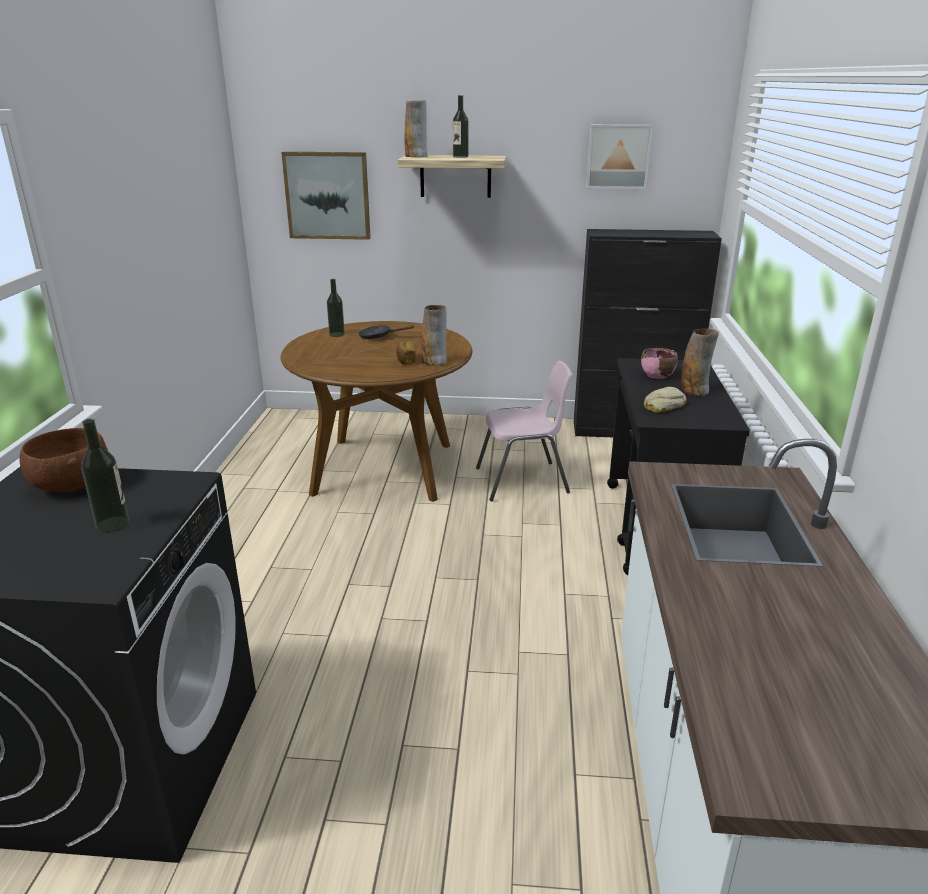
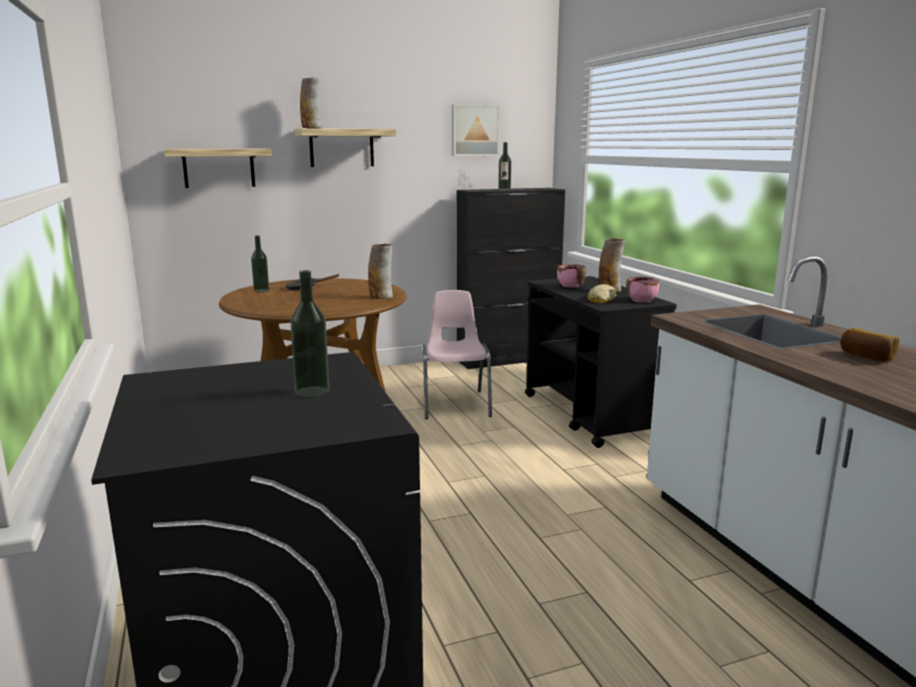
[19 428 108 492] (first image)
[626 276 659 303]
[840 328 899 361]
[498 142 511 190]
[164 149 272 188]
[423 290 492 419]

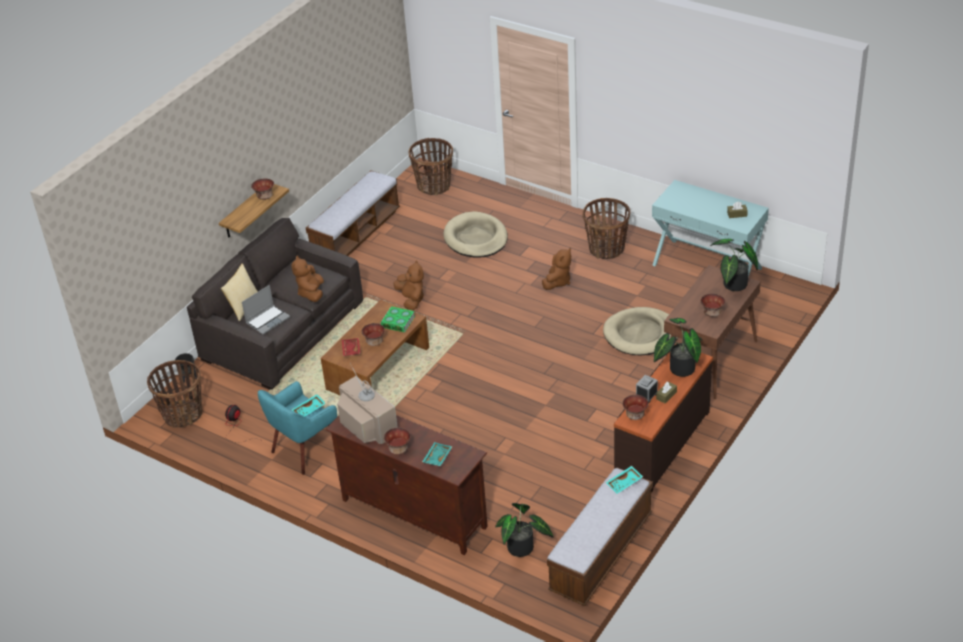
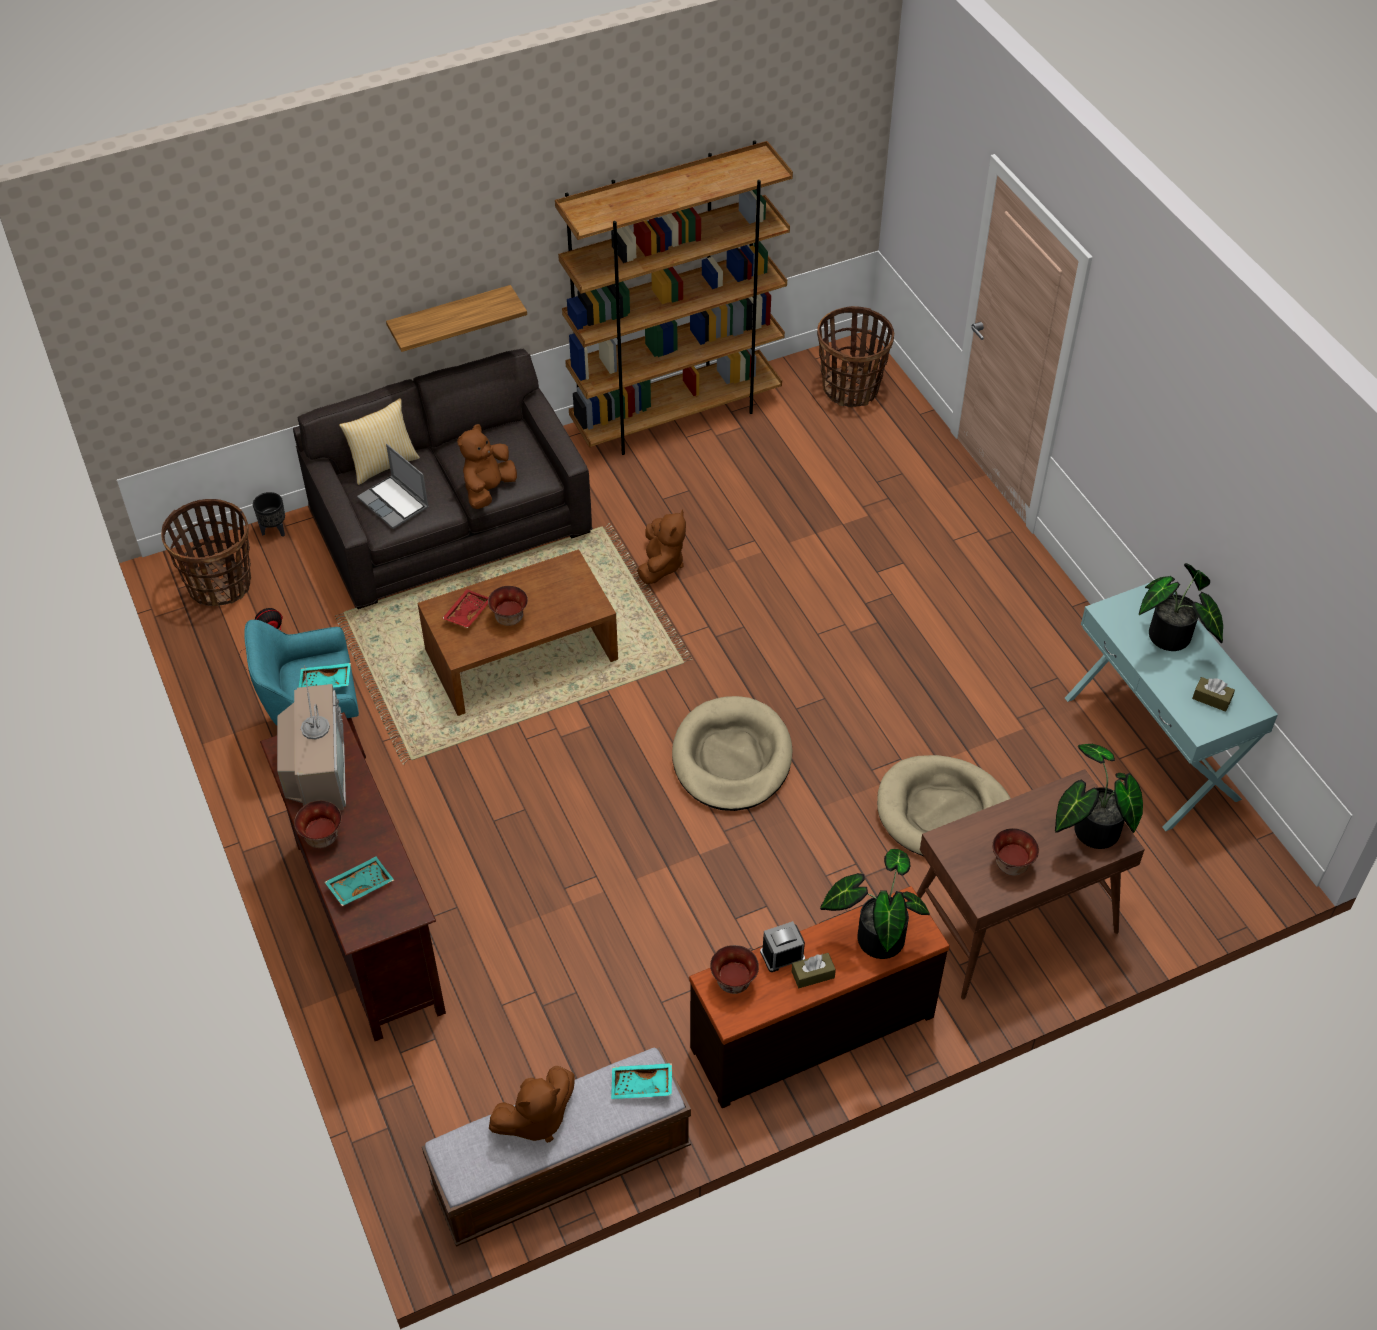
[251 179 274 200] (first image)
[381 306 415 332] (first image)
[583 198 631 259] (first image)
[672 696 792 811]
[1139 563 1223 651]
[489 1066 574 1143]
[555 140 793 455]
[357 444 429 529]

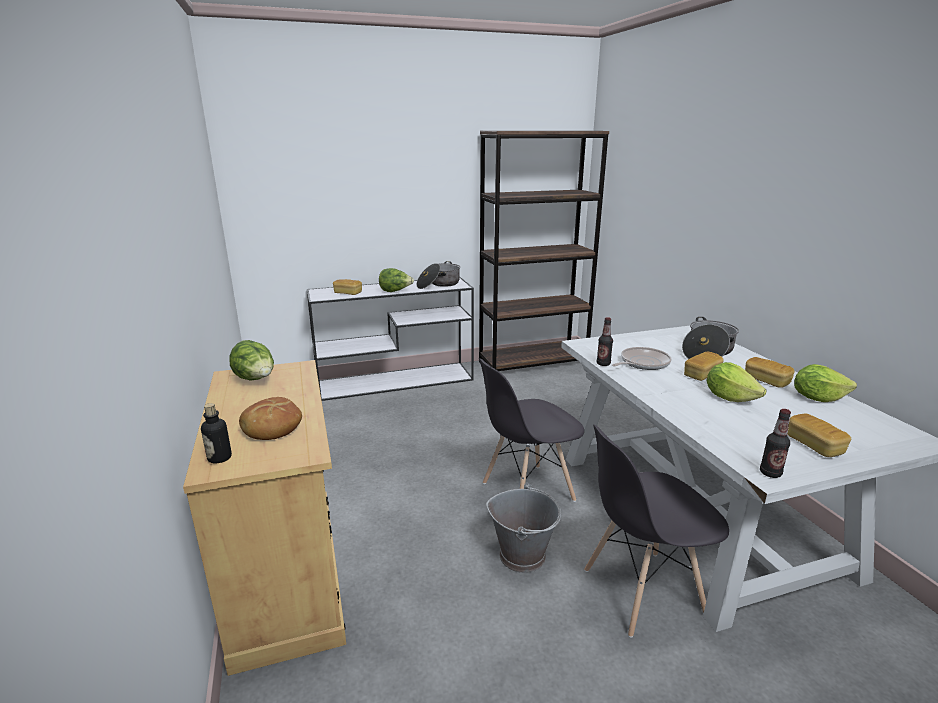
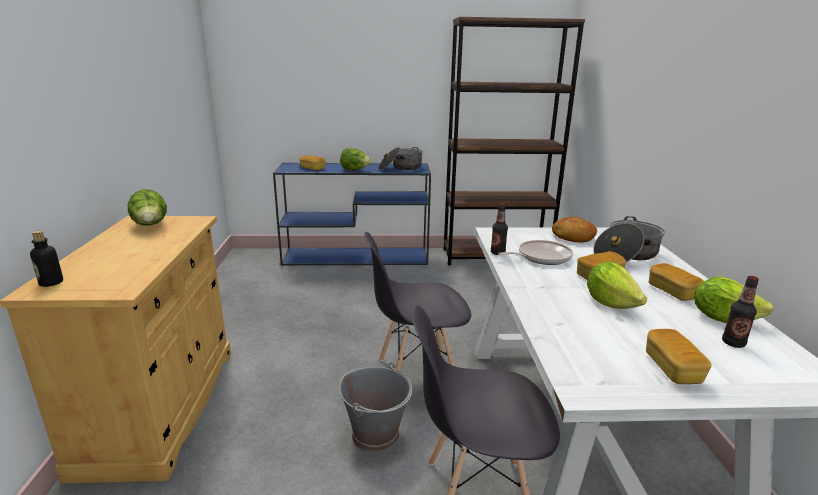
[552 217 597 242]
[722 276 759 348]
[273 163 431 265]

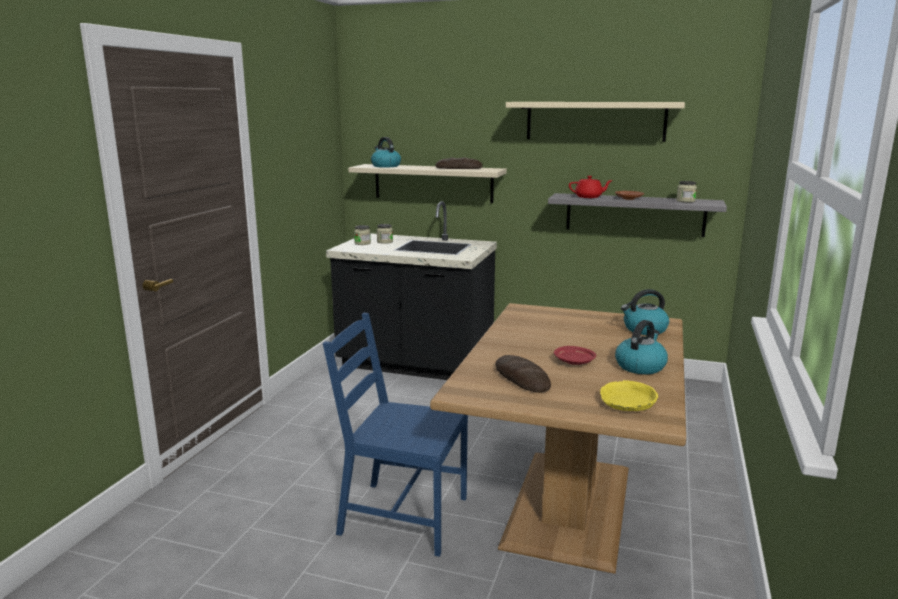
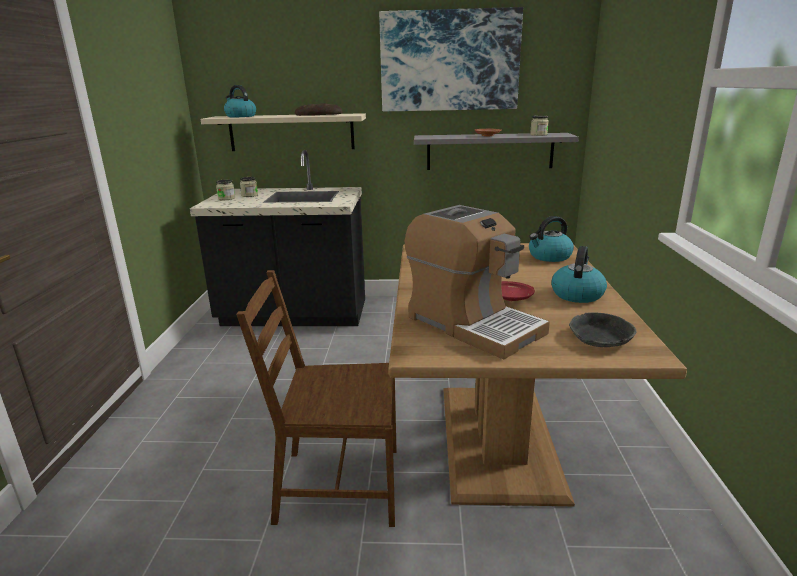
[569 176 613 198] (first image)
[405 205 550 359]
[379 7 523 111]
[236 270 396 527]
[569 312 637 347]

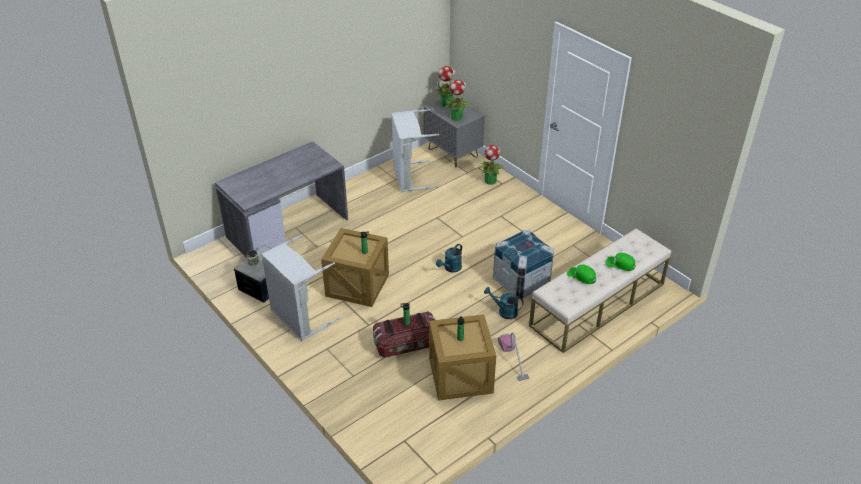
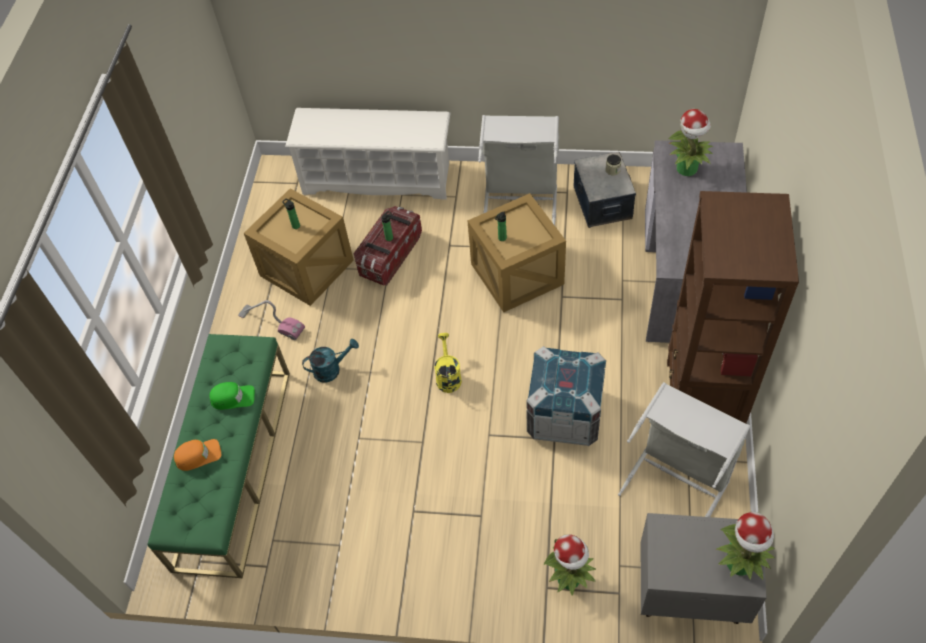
[285 108 451 200]
[667 191 799 424]
[668 109 713 176]
[526 346 606 446]
[434 333 462 393]
[147 334 290 578]
[174 439 221 471]

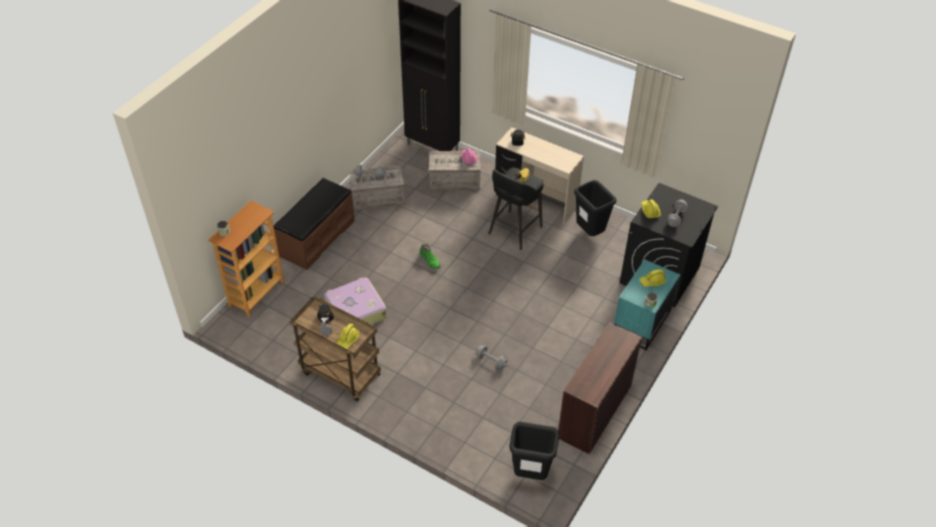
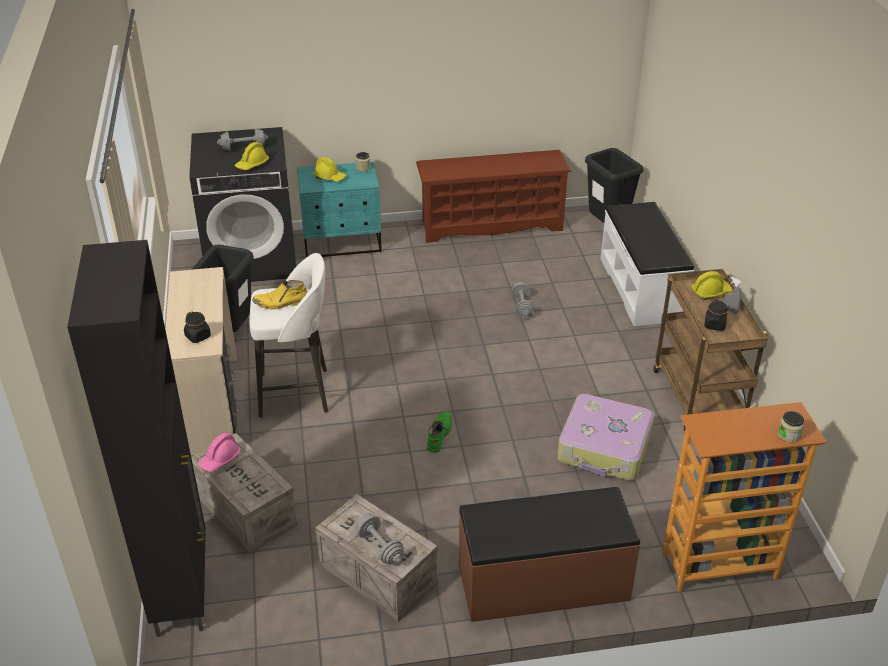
[600 202 694 326]
[416 150 571 243]
[249 253 328 418]

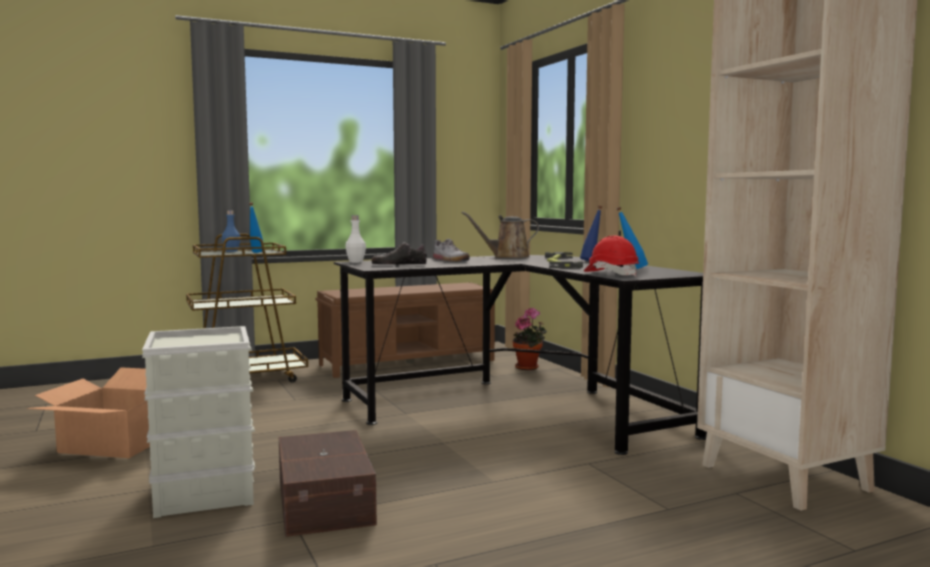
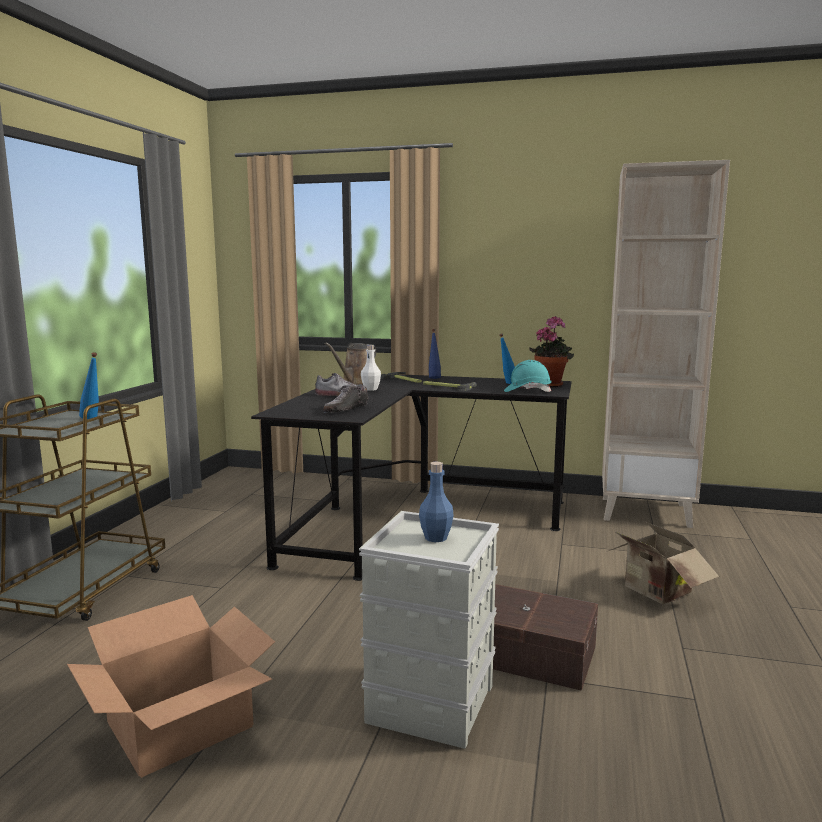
[316 282 495 378] (first image)
[609 522 719 604]
[419 462 453 542]
[361 345 381 391]
[529 316 574 387]
[504 360 551 392]

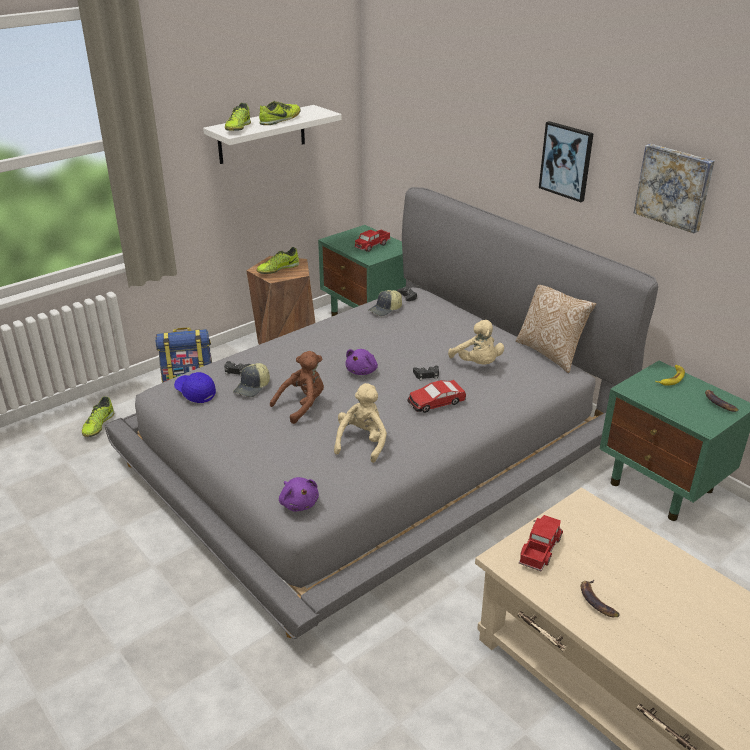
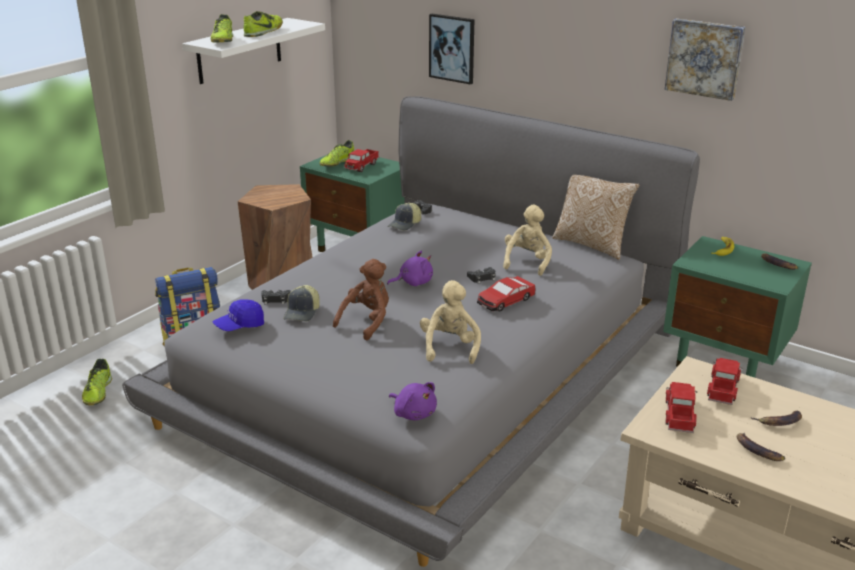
[707 358 742 405]
[750 411 802 426]
[320 140 355 167]
[429 14 474 84]
[213 299 264 331]
[387 251 433 286]
[503 205 552 276]

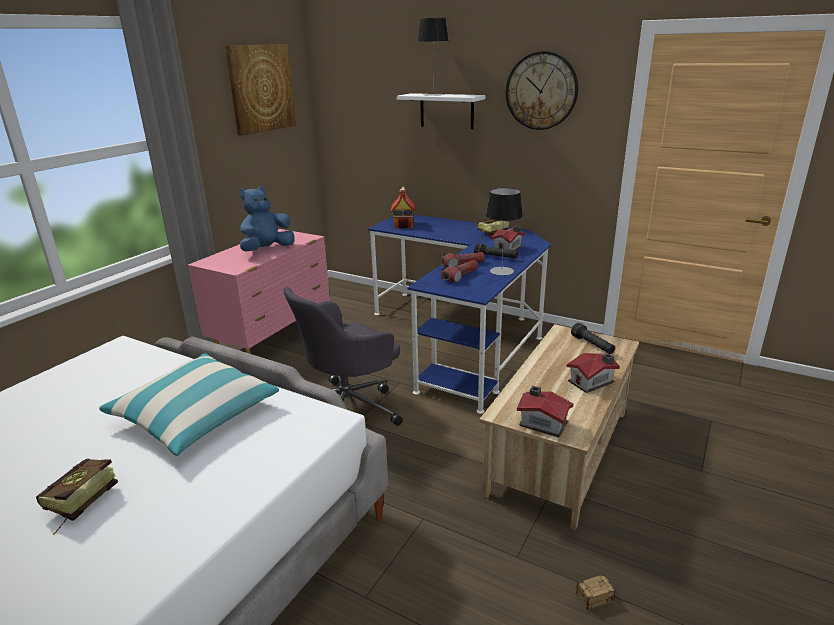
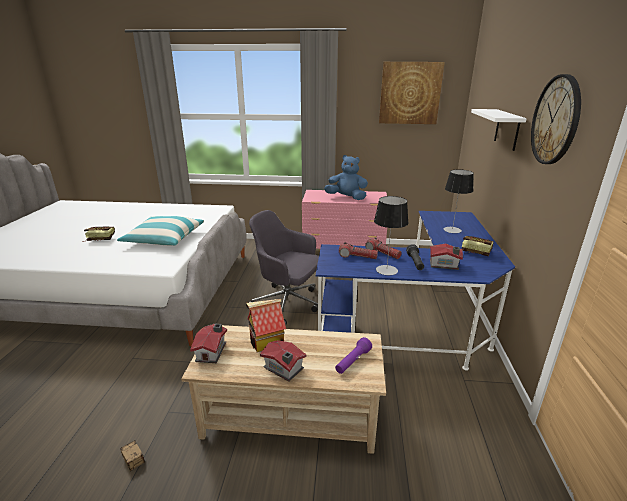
[246 299 286 352]
[444 169 474 233]
[335 337 372 374]

